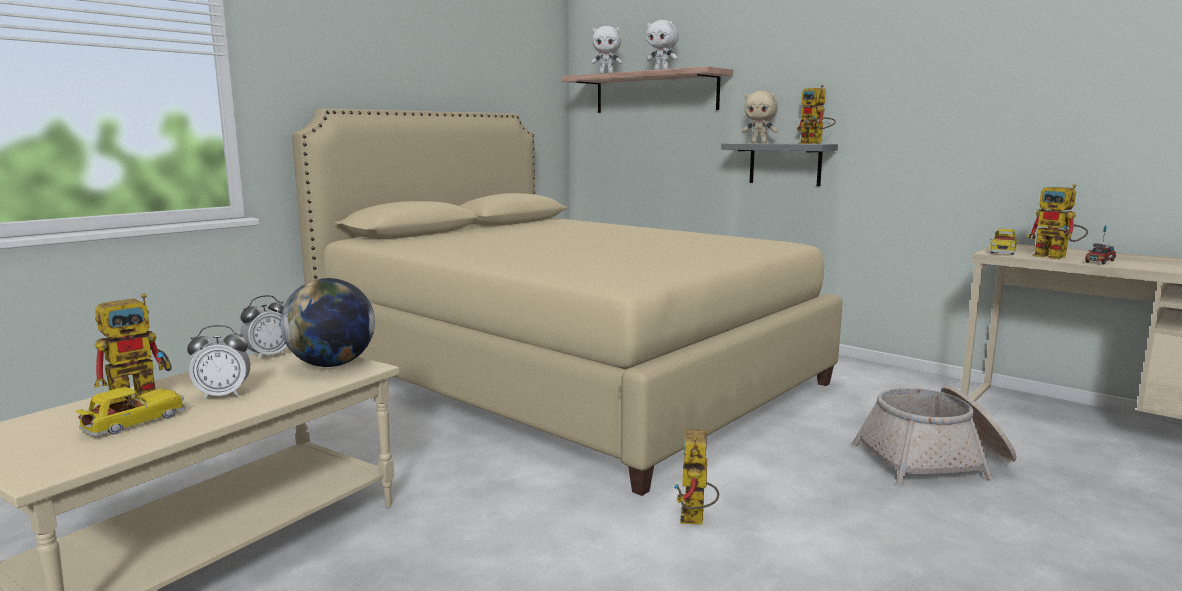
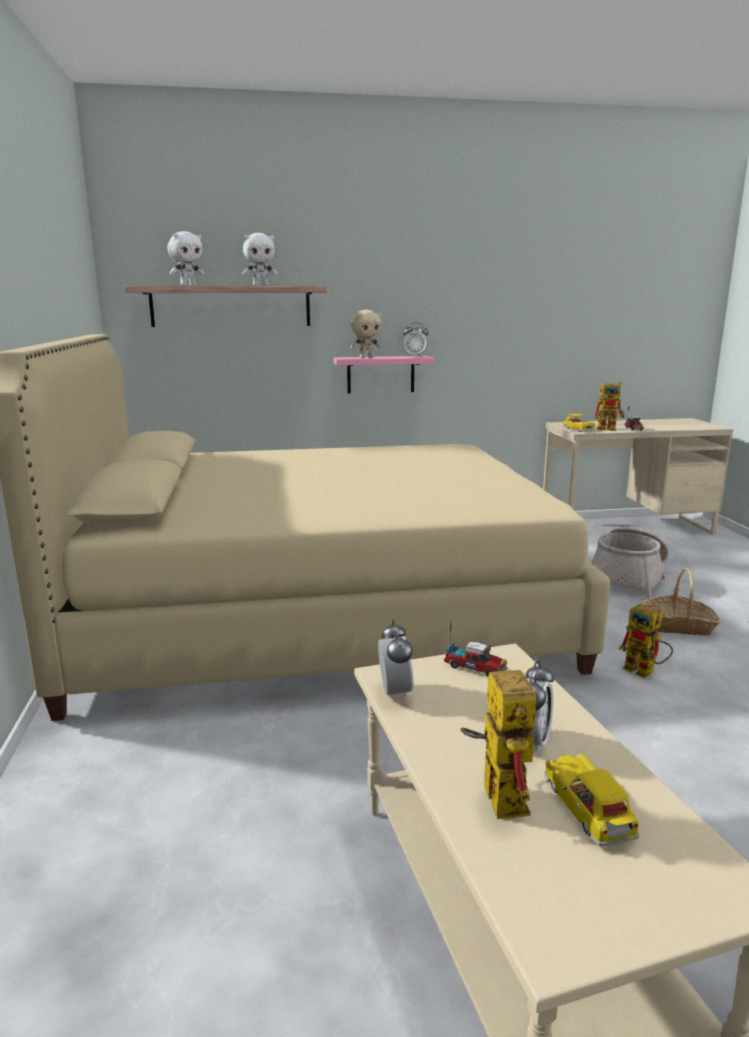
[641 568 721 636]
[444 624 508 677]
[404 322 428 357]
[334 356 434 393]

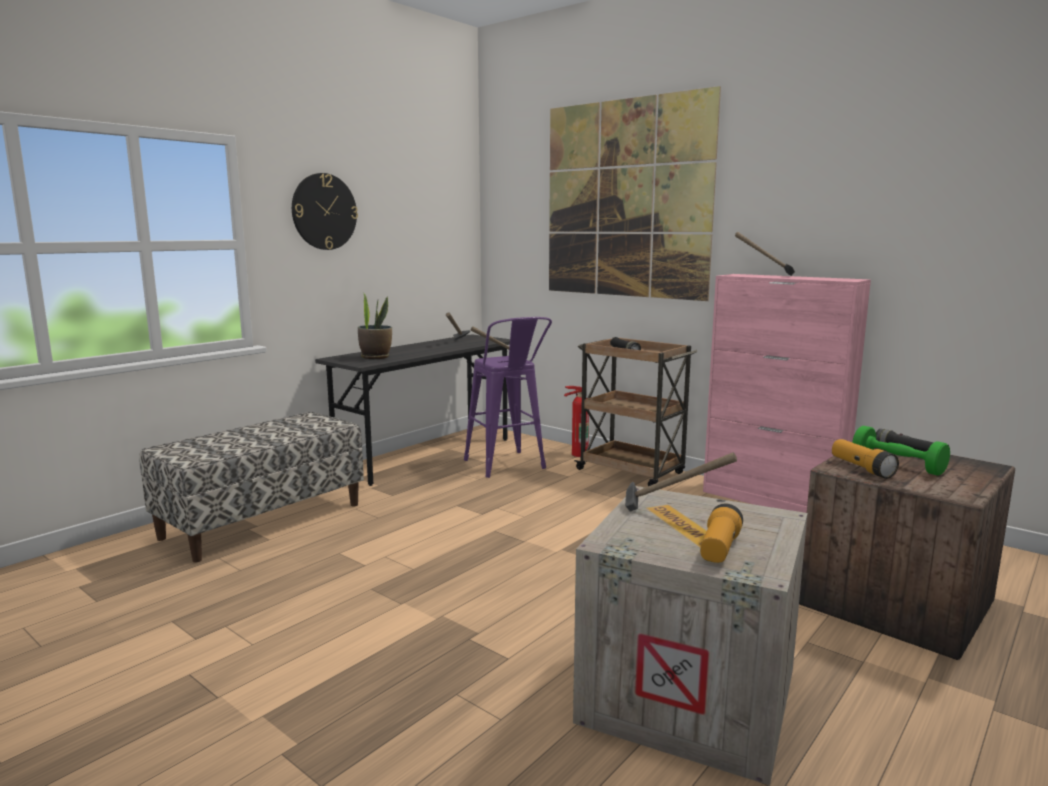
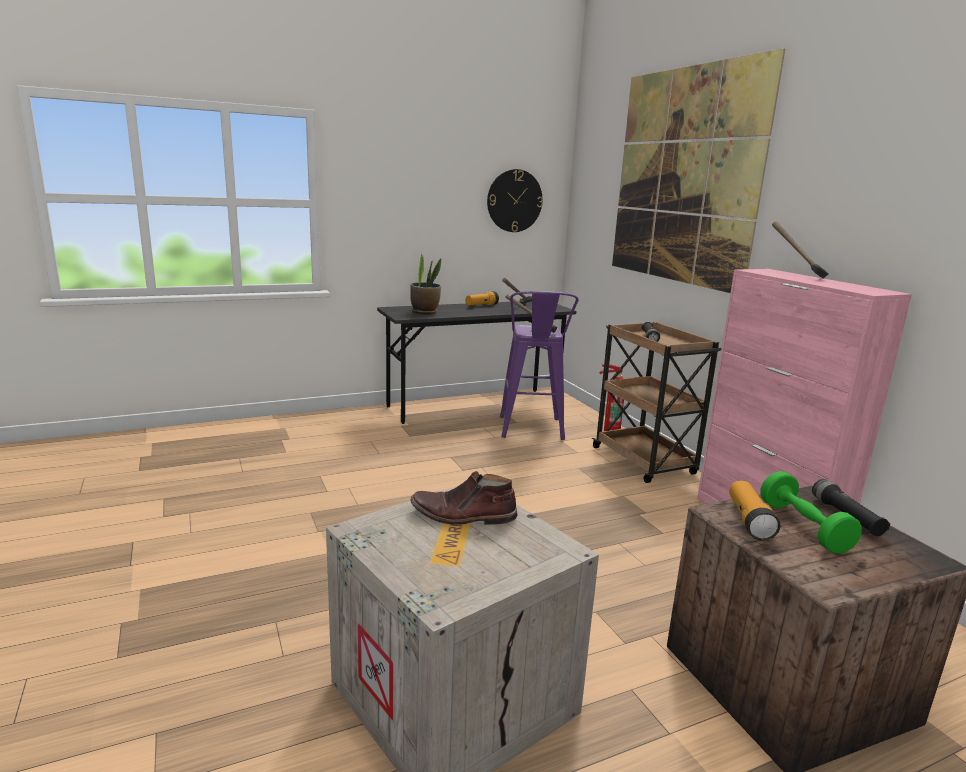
[139 412 364 562] (first image)
[487 169 543 232]
[466 291 499 306]
[410 471 518 525]

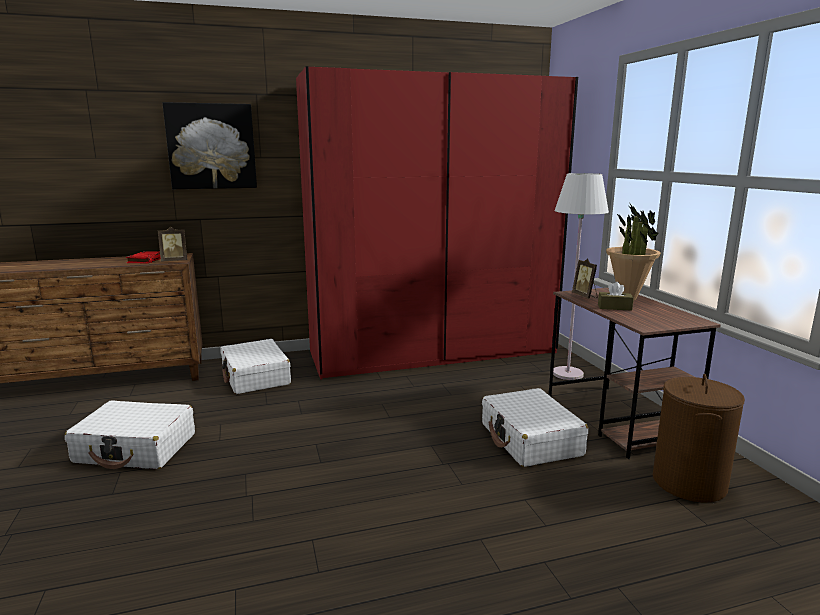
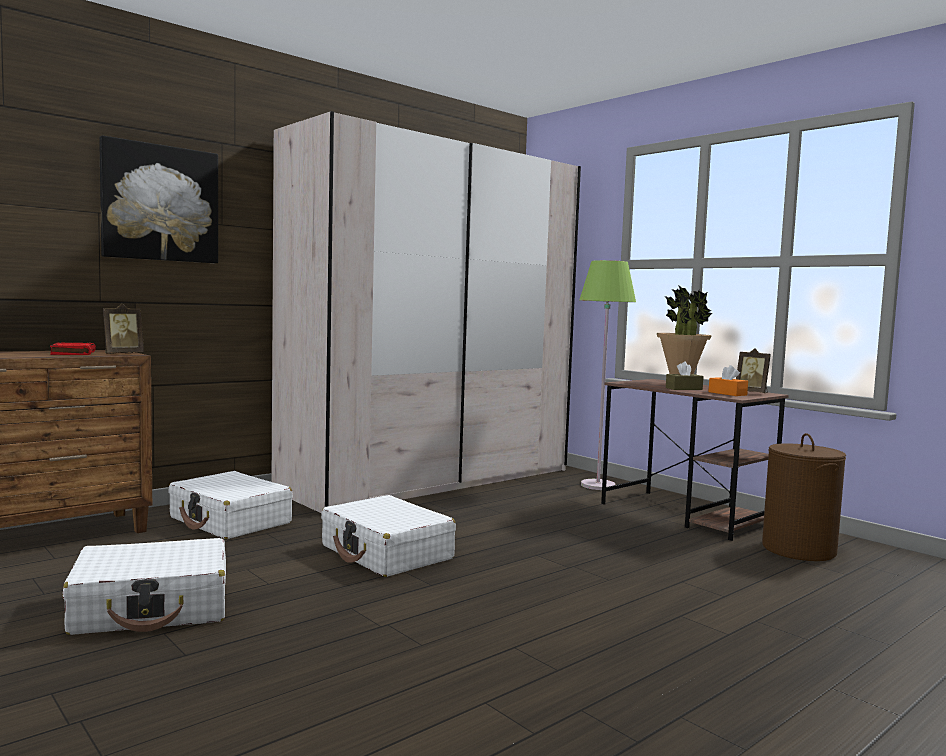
[709 365 748 396]
[321 495 456 577]
[736 348 771 393]
[271 111 581 513]
[579 260 636 490]

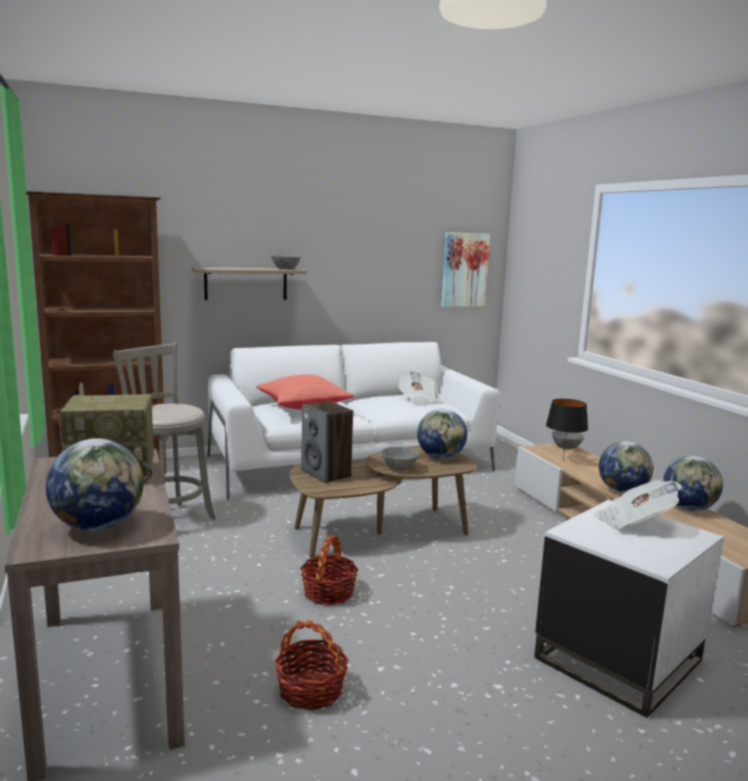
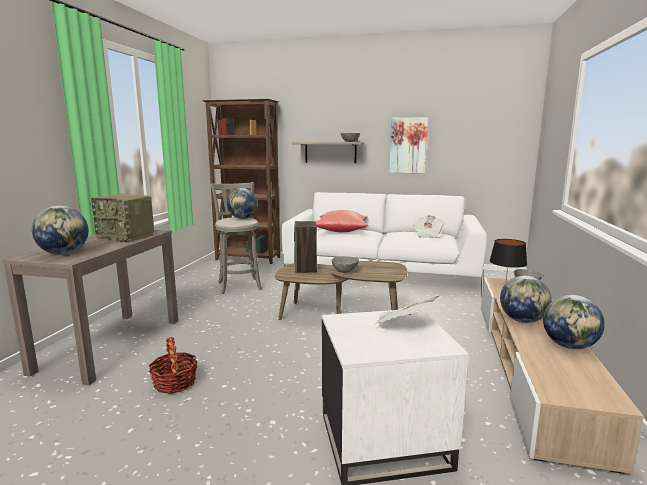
[300 535 359 605] (first image)
[227 188 258 219]
[389 117 428 173]

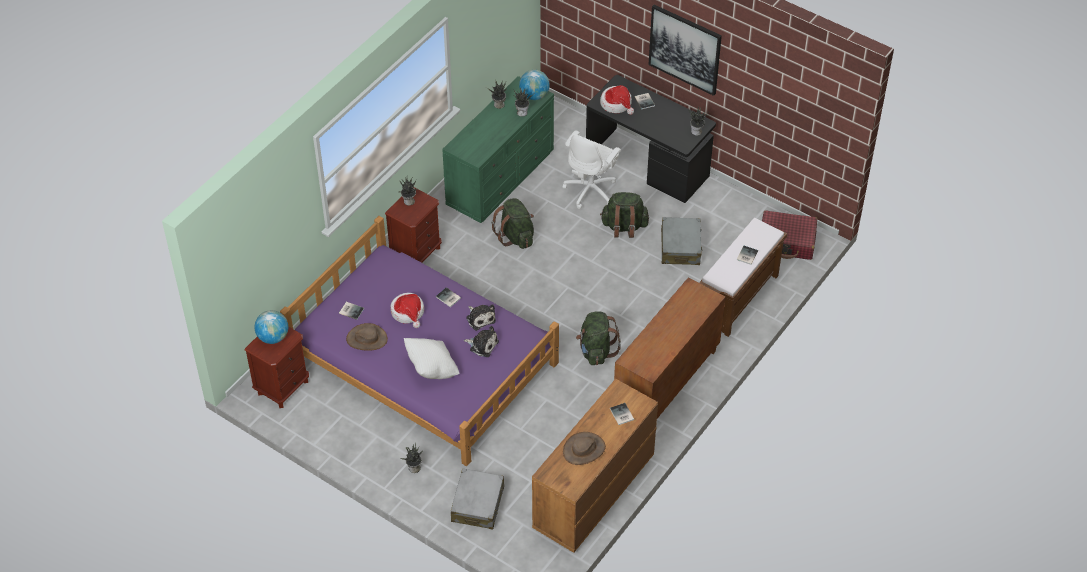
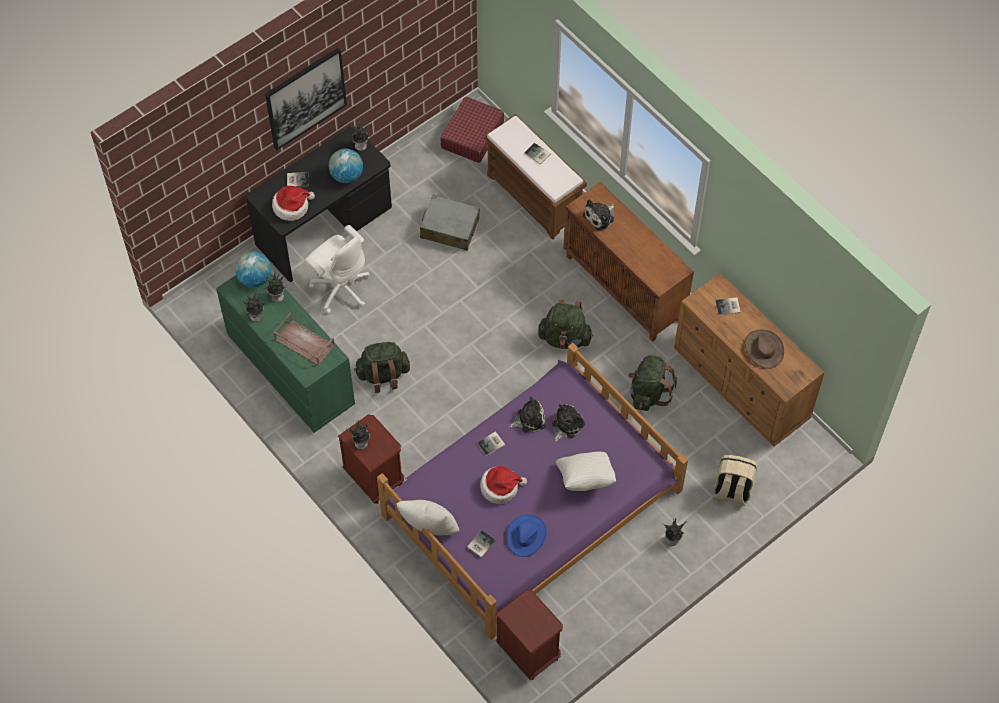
[273 313 335 366]
[397 500 460 535]
[583 199 615 231]
[329 149 363 183]
[628 355 677 411]
[714 455 757 506]
[507 515 547 557]

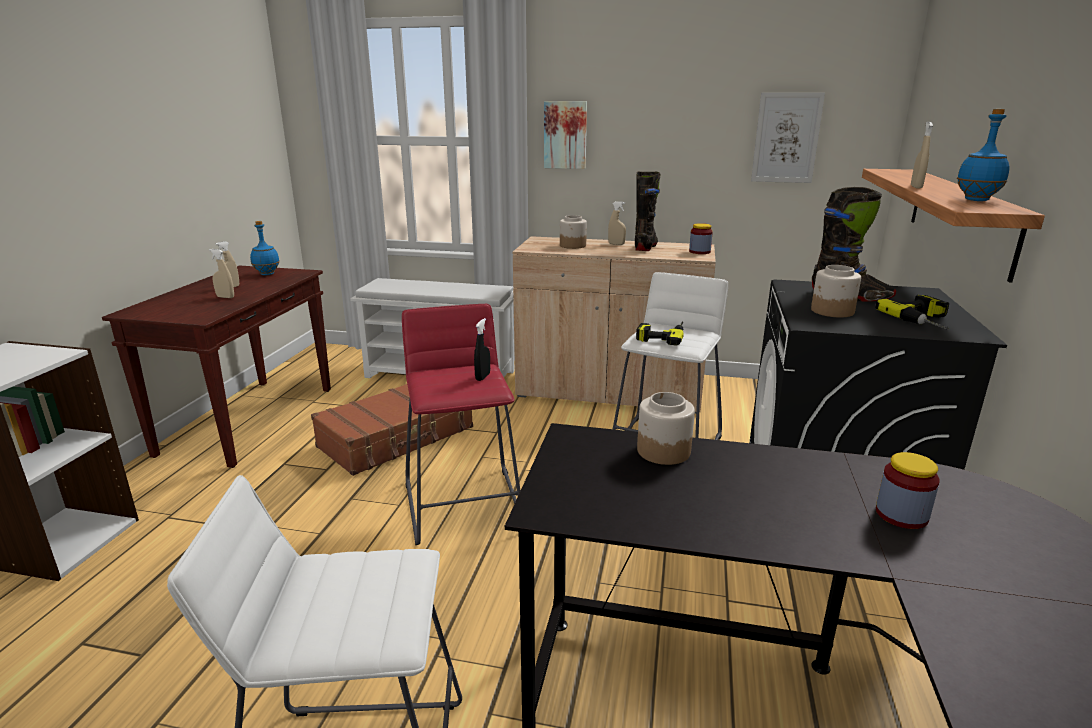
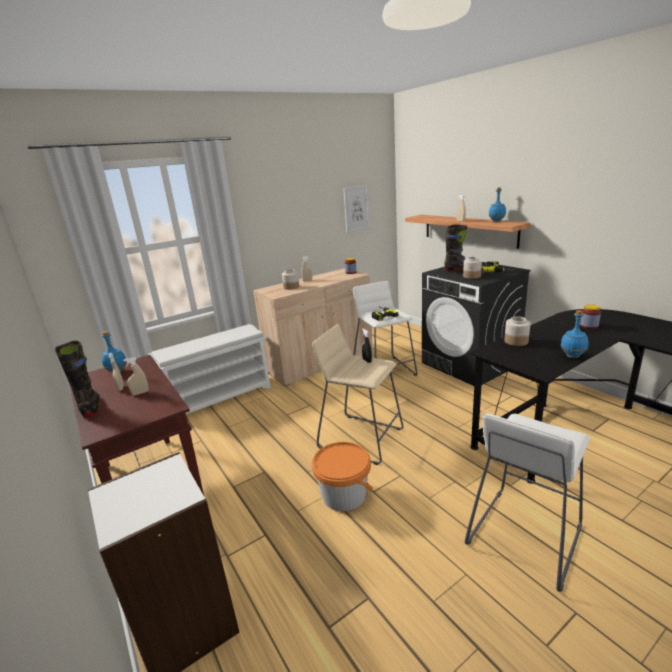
[311 384 473 476] (first image)
[544 101 587 169] (first image)
[312 442 373 511]
[561 310 589 358]
[55 341 100 418]
[312 324 403 465]

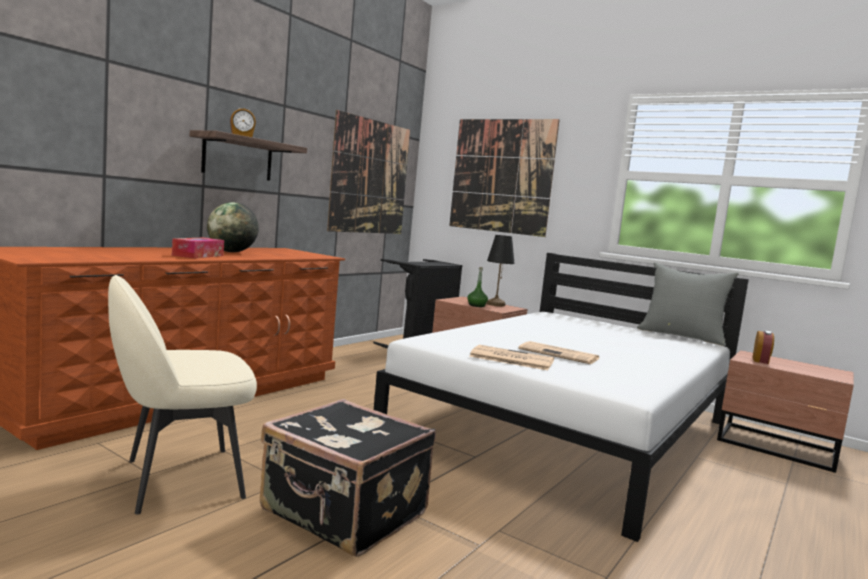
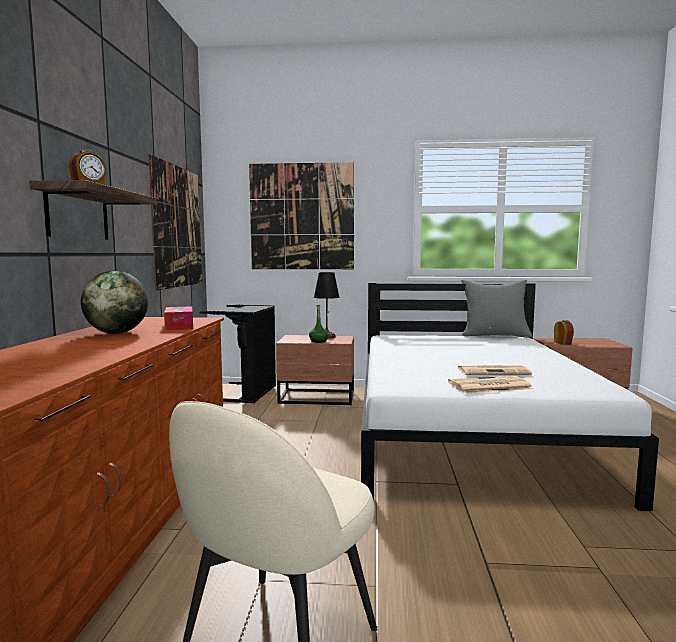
[260 399 436 557] (first image)
[164 306 193 330]

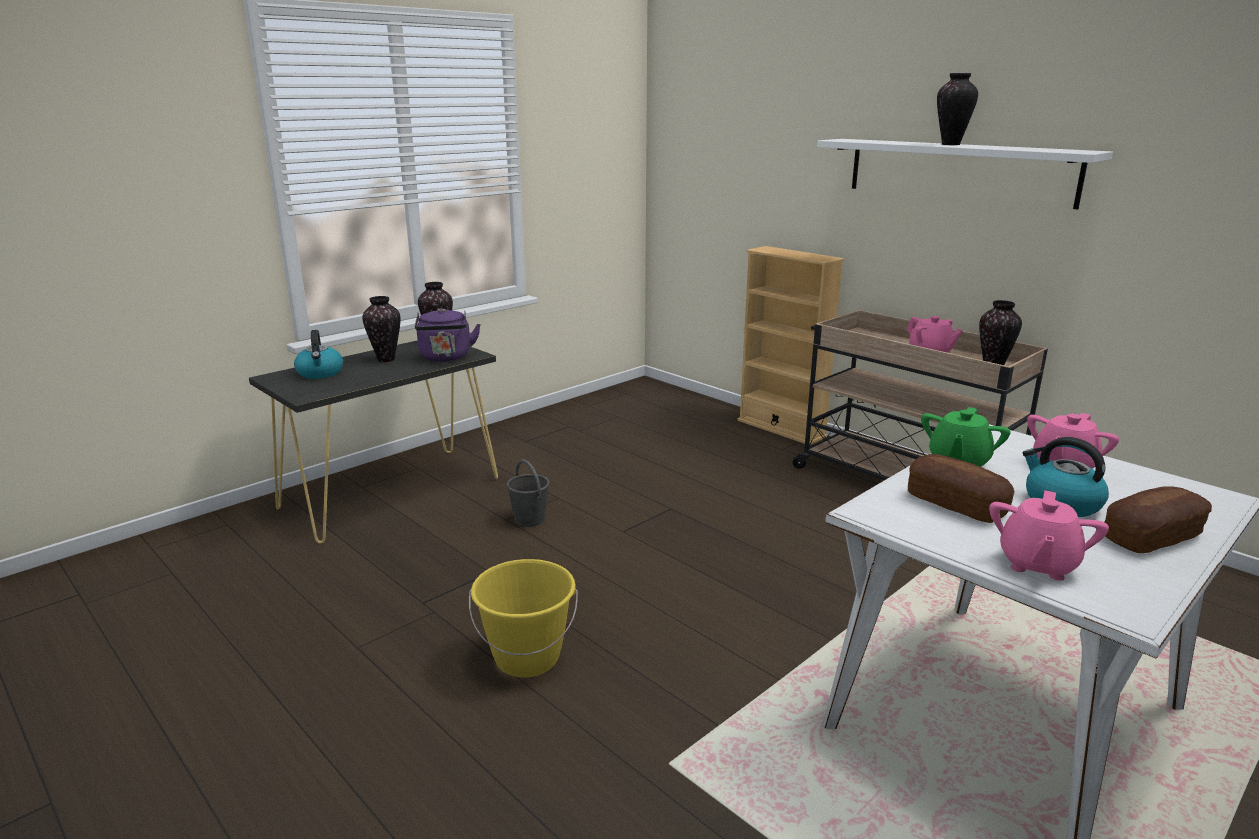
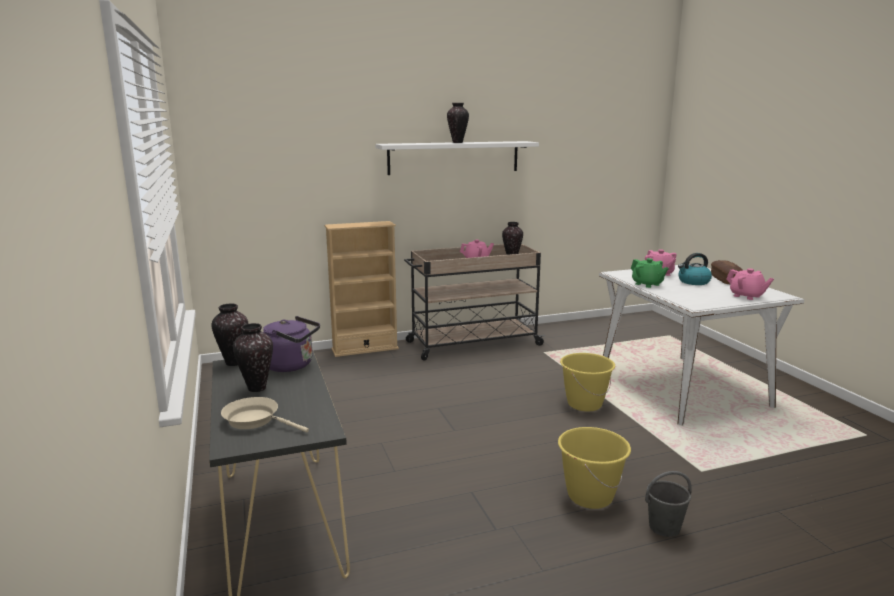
[908 454 1015 523] (first image)
[560 353 615 411]
[645 471 692 537]
[221 397 309 432]

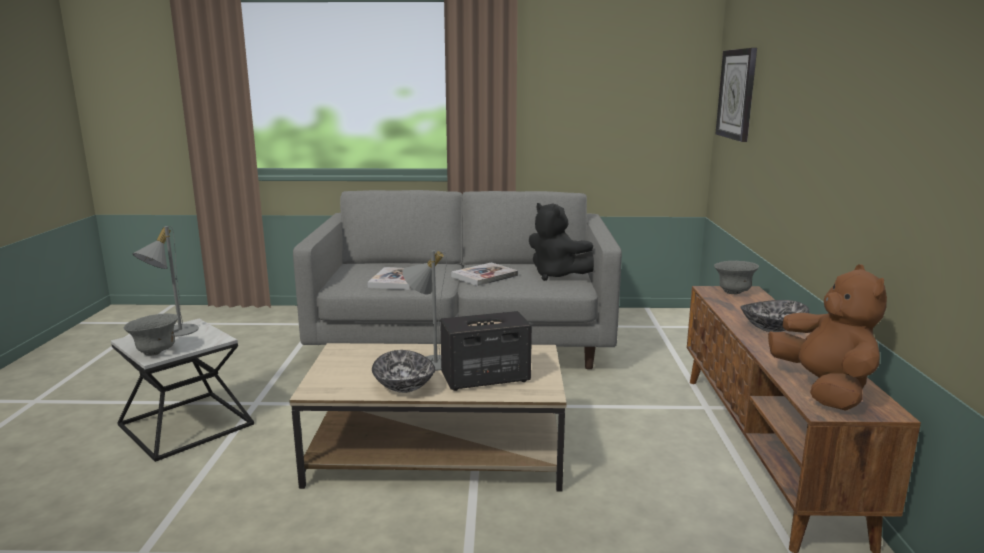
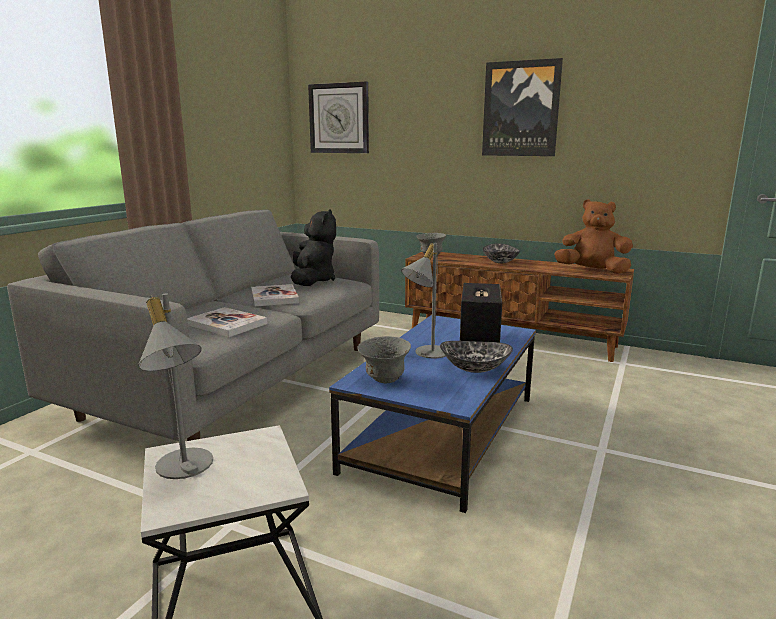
[482 58 563 156]
[357 336 411 383]
[329 315 536 513]
[291 209 336 286]

